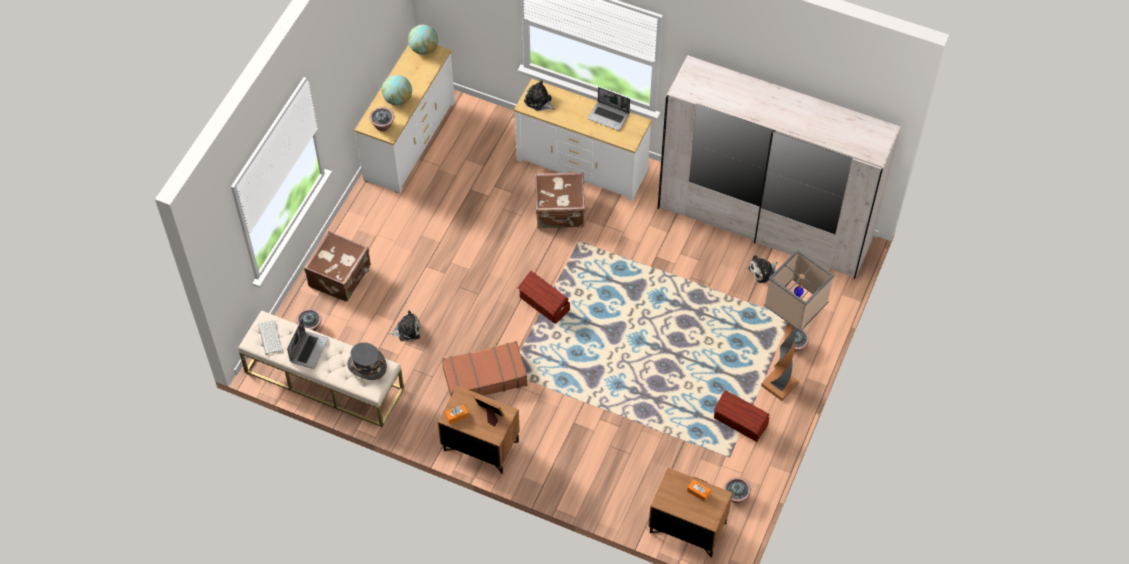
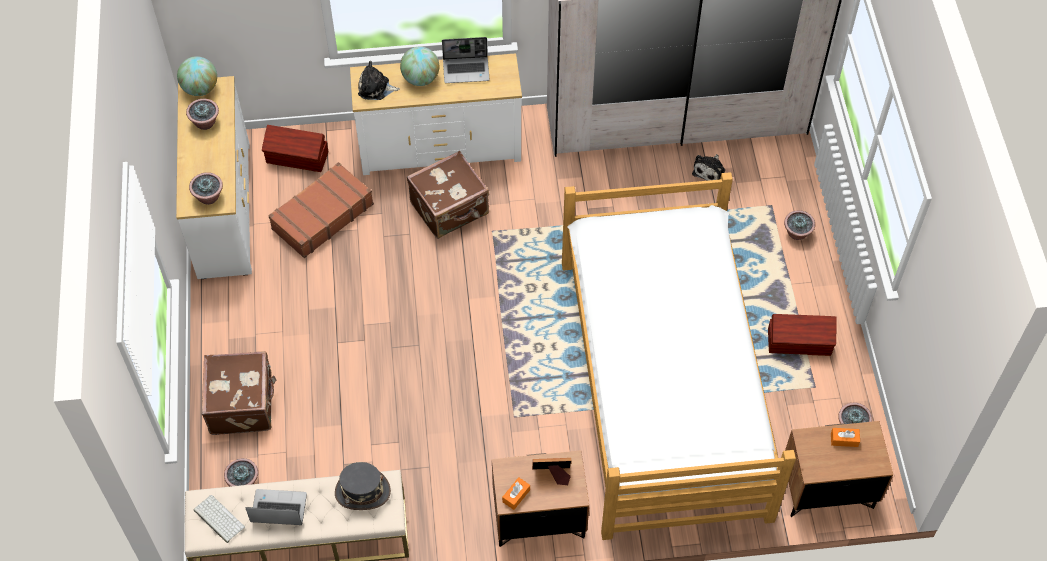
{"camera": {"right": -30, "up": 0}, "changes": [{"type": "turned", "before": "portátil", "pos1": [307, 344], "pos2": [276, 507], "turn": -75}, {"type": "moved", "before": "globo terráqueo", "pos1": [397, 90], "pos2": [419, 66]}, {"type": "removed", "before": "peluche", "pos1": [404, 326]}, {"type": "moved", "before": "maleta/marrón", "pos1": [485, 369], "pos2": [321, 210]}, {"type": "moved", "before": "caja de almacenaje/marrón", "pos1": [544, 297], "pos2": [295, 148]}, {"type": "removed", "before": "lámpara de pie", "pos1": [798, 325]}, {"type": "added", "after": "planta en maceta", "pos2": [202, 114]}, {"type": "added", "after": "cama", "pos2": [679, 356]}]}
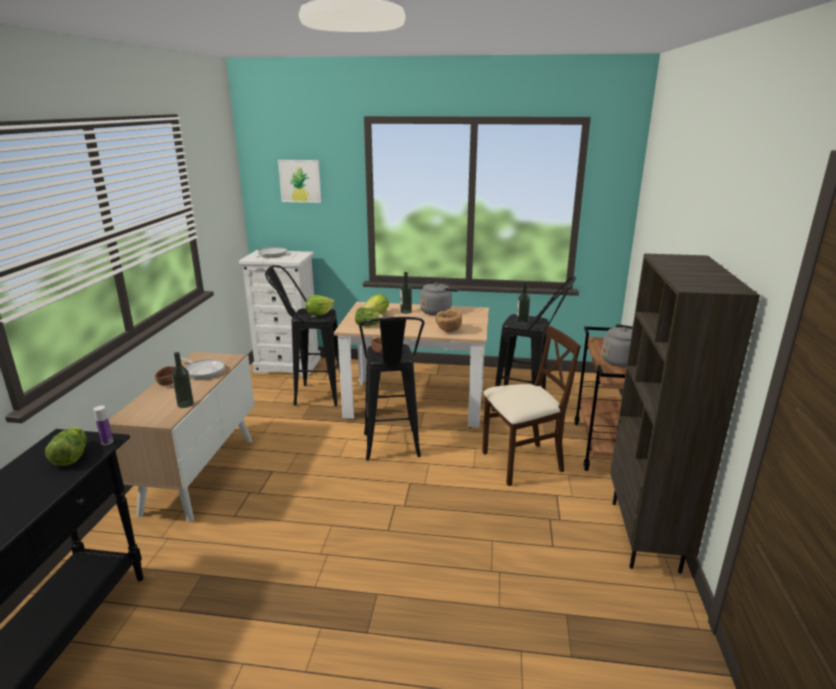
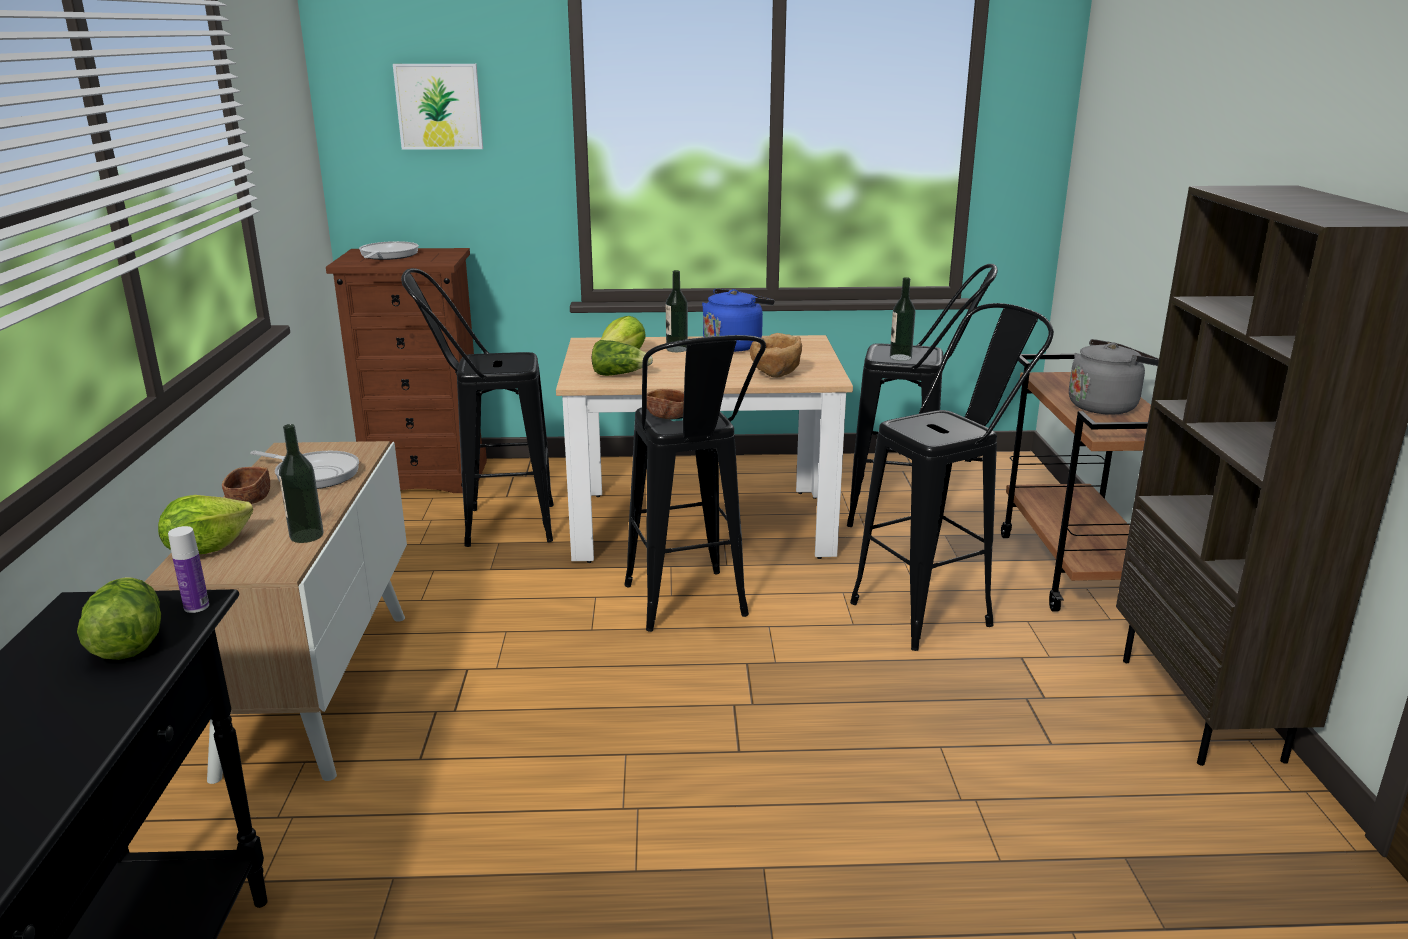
{"camera": {"right": -10, "up": 0}, "changes": [{"type": "recoloured", "before": "cómoda/blanco", "after": "cómoda/marrón", "pos1": [280, 313], "pos2": [406, 370]}, {"type": "moved", "before": "lechuga", "pos1": [320, 305], "pos2": [205, 524]}, {"type": "recoloured", "before": "hervidor/gris", "after": "hervidor/azul", "pos1": [439, 298], "pos2": [738, 320]}, {"type": "replaced", "before": "silla/beis", "after": "taburete/negro", "pos1": [531, 405], "pos2": [952, 477]}]}
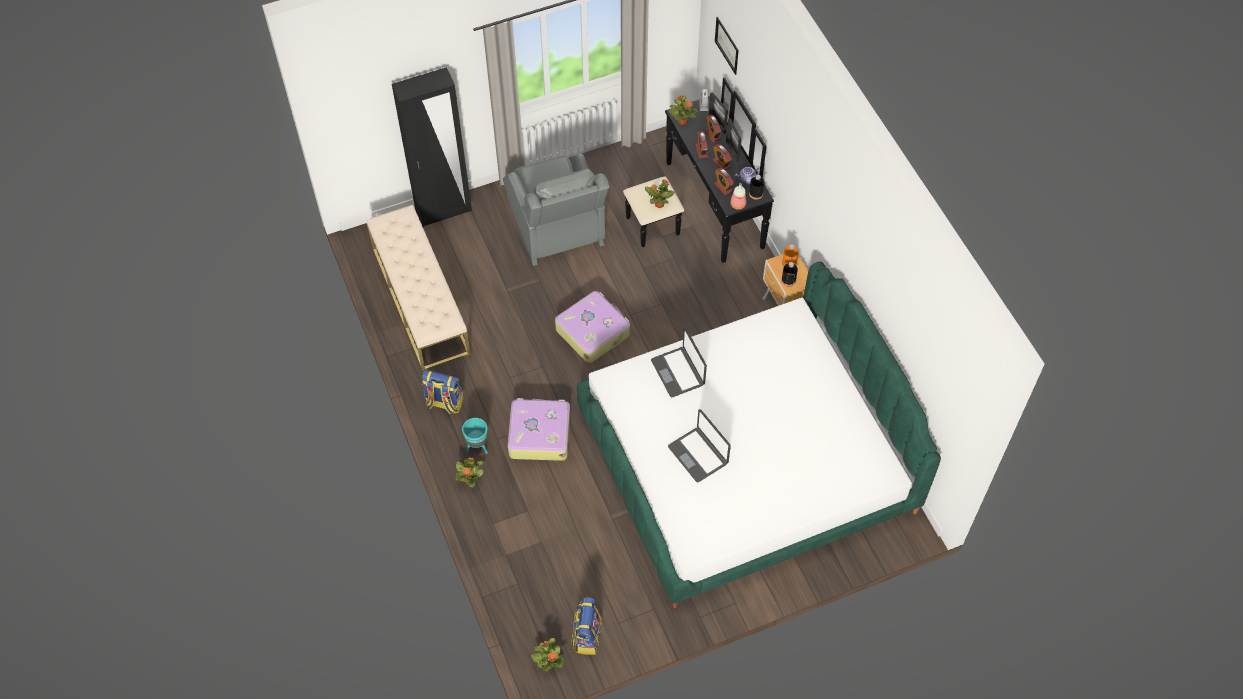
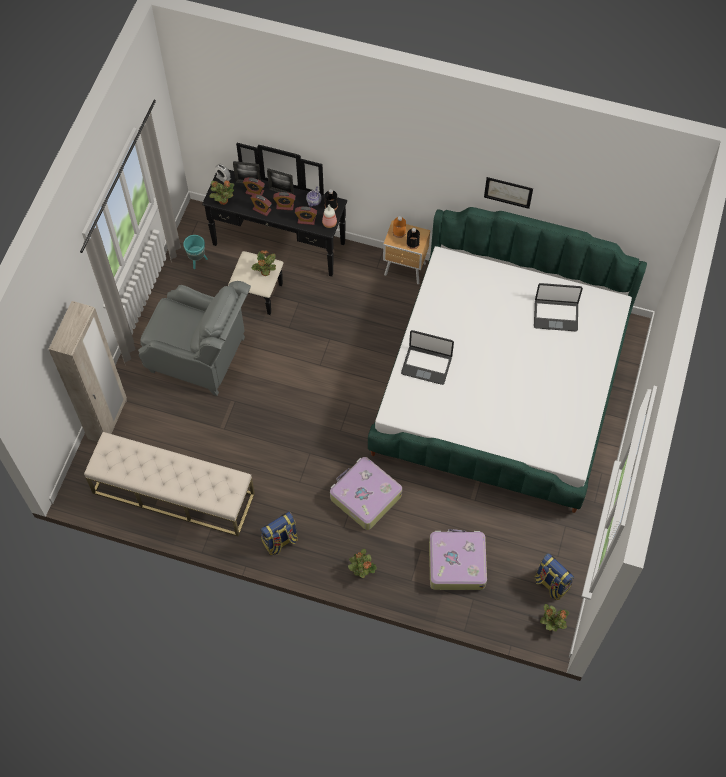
{"camera": {"right": -50, "up": 5}, "changes": [{"type": "recoloured", "before": "armario ropero/negro", "after": "armario ropero/beis", "pos1": [432, 147], "pos2": [88, 371]}, {"type": "moved", "before": "maceta/turquesa", "pos1": [475, 436], "pos2": [195, 252]}, {"type": "moved", "before": "maleta", "pos1": [592, 327], "pos2": [458, 559]}, {"type": "moved", "before": "portátil", "pos1": [699, 446], "pos2": [558, 307]}, {"type": "moved", "before": "cuadro", "pos1": [727, 46], "pos2": [508, 193]}]}
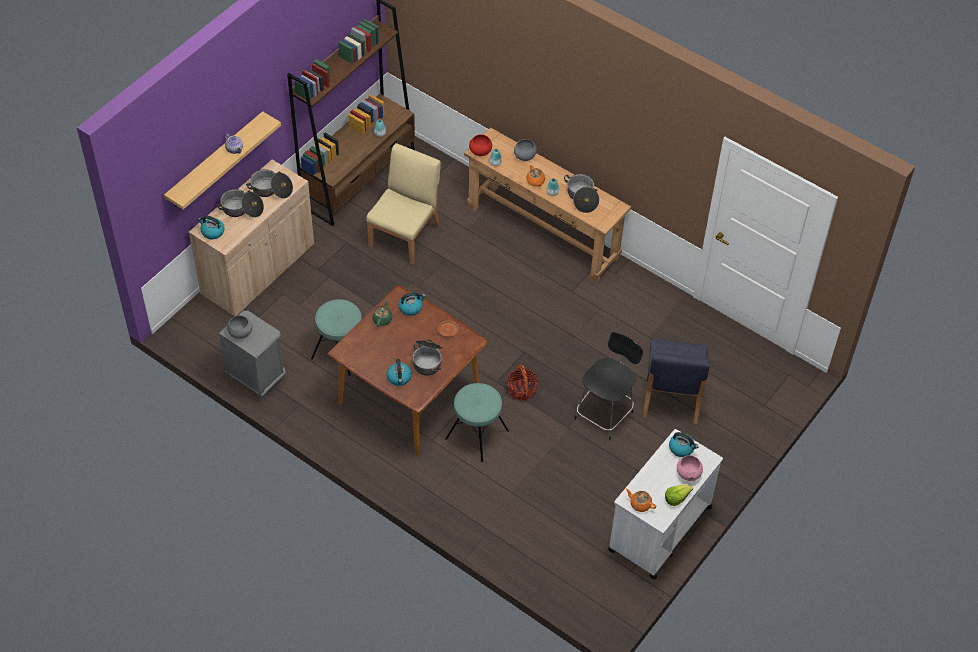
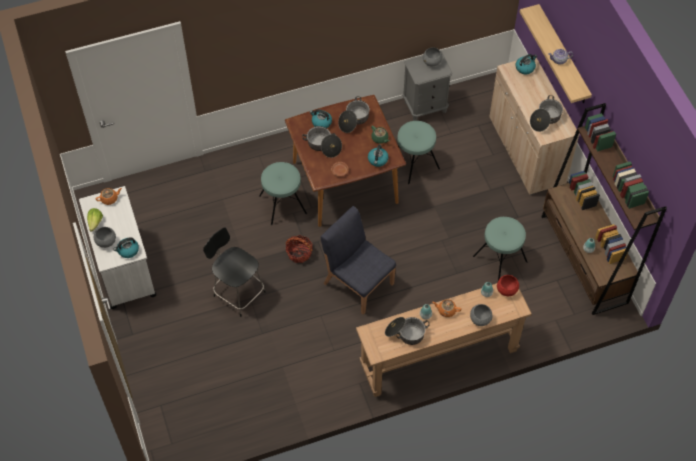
{"camera": {"right": 125, "up": 5}, "changes": [{"type": "moved", "before": "olla", "pos1": [240, 203], "pos2": [354, 114]}, {"type": "replaced", "before": "silla/beis", "after": "taburete/turquesa", "pos1": [403, 204], "pos2": [500, 248]}, {"type": "turned", "before": "silla/negro", "pos1": [609, 386], "pos2": [234, 272], "turn": 150}, {"type": "moved", "before": "silla/azul", "pos1": [676, 381], "pos2": [358, 260]}, {"type": "recoloured", "before": "cuenco/rosa", "after": "cuenco/gris", "pos1": [690, 468], "pos2": [105, 237]}]}
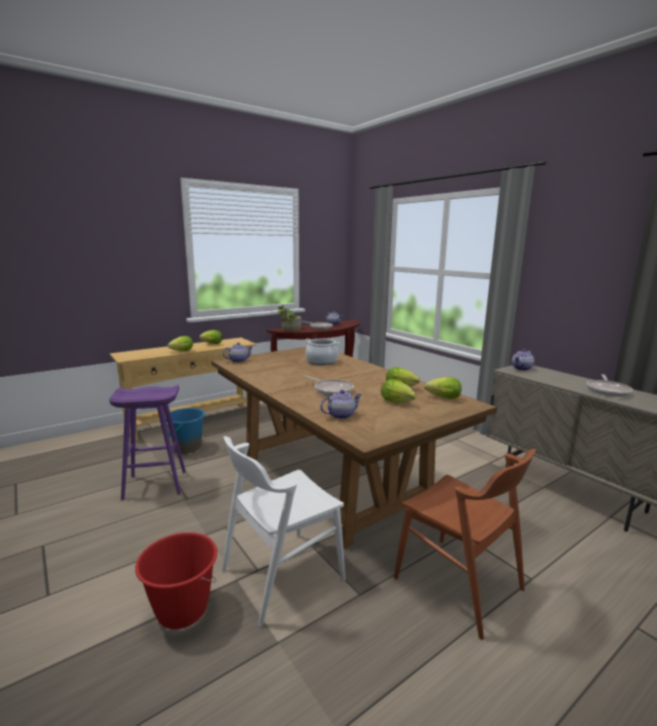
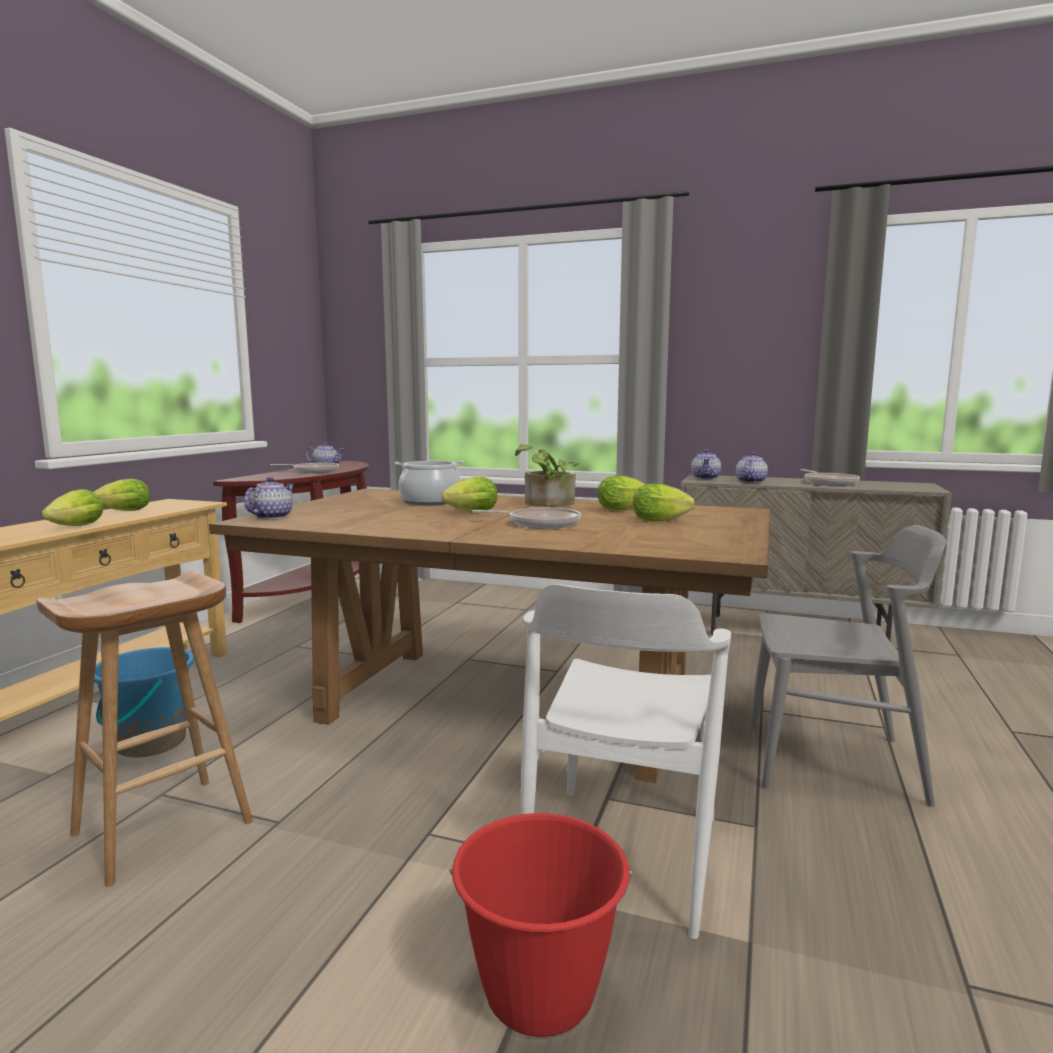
{"camera": {"right": -35, "up": -5}, "changes": [{"type": "recoloured", "before": "taburete/morado", "after": "taburete/marrón", "pos1": [147, 442], "pos2": [144, 729]}, {"type": "moved", "before": "planta en maceta", "pos1": [289, 318], "pos2": [547, 475]}, {"type": "moved", "before": "tetera", "pos1": [341, 404], "pos2": [752, 467]}, {"type": "recoloured", "before": "silla/marrón", "after": "silla/gris", "pos1": [465, 544], "pos2": [848, 666]}, {"type": "moved", "before": "lechuga", "pos1": [443, 388], "pos2": [469, 494]}]}
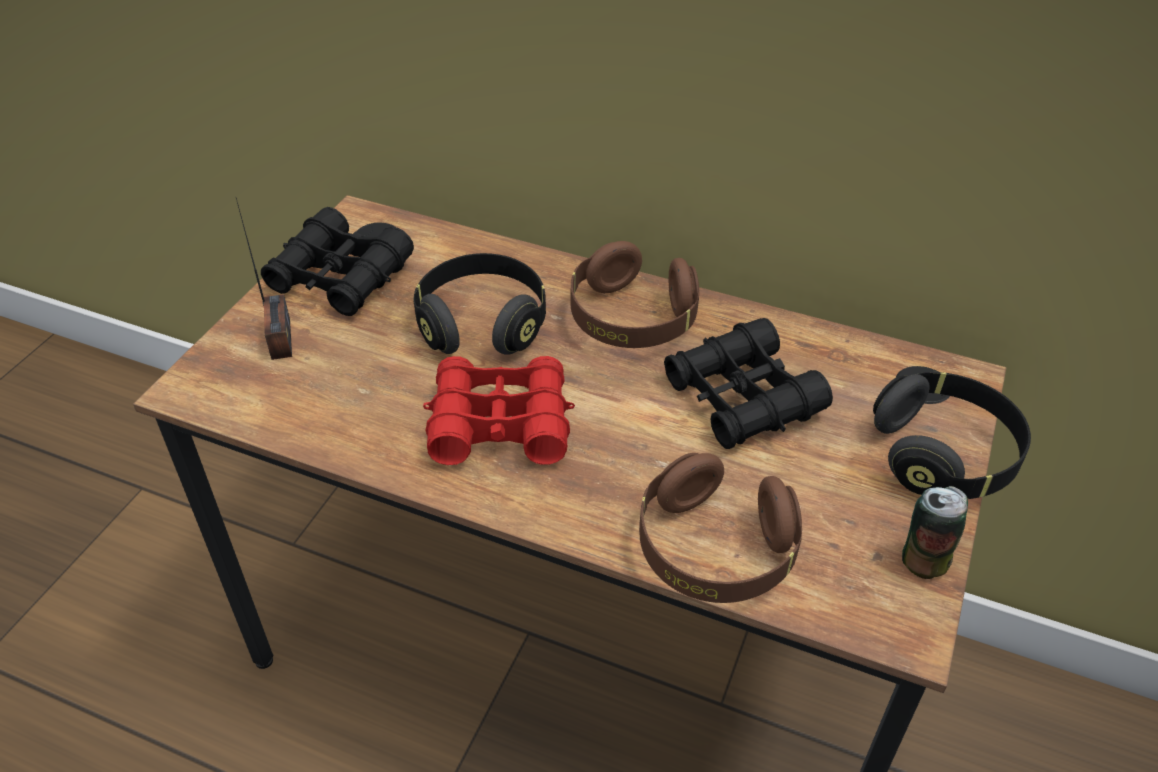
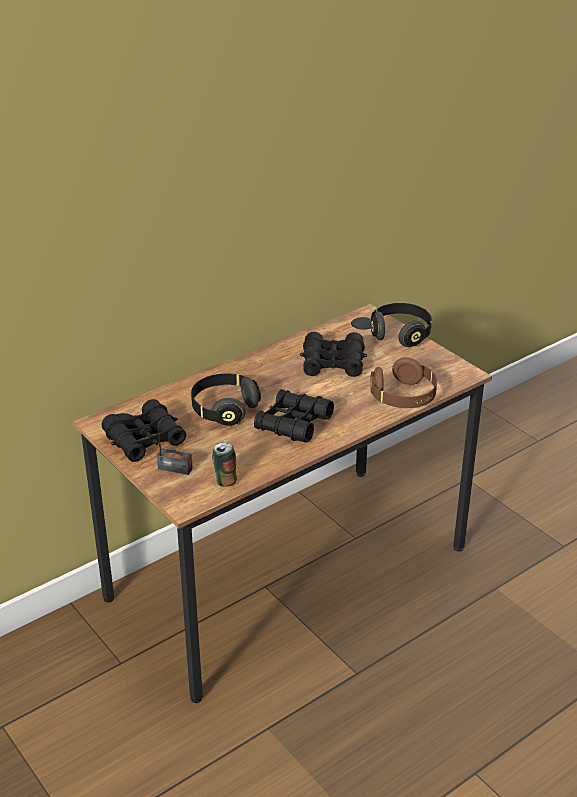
{"camera": {"right": -60, "up": -10}, "changes": [{"type": "recoloured", "before": "prismáticos/rojo", "after": "prismáticos/negro", "pos1": [499, 410], "pos2": [294, 415]}, {"type": "removed", "before": "auriculares/marrón", "pos1": [634, 294]}, {"type": "moved", "before": "lata", "pos1": [935, 532], "pos2": [224, 464]}]}
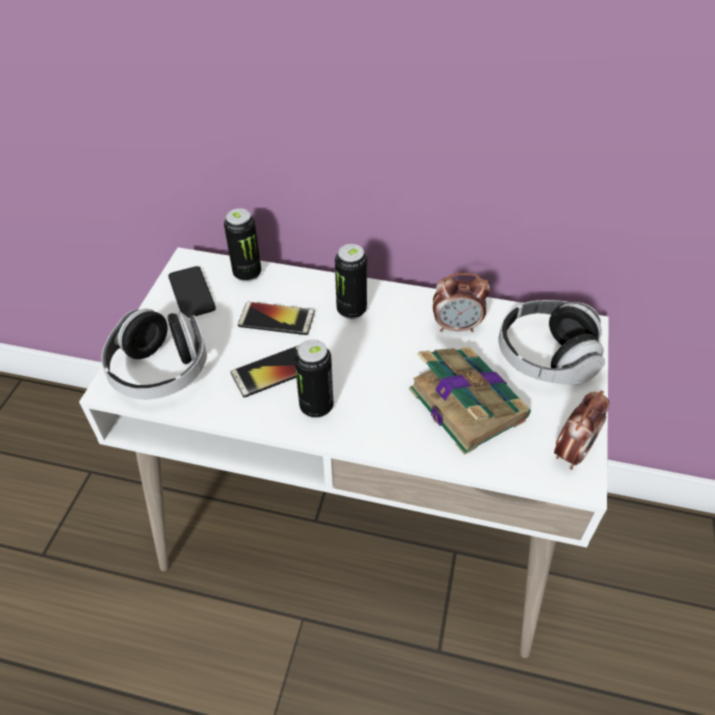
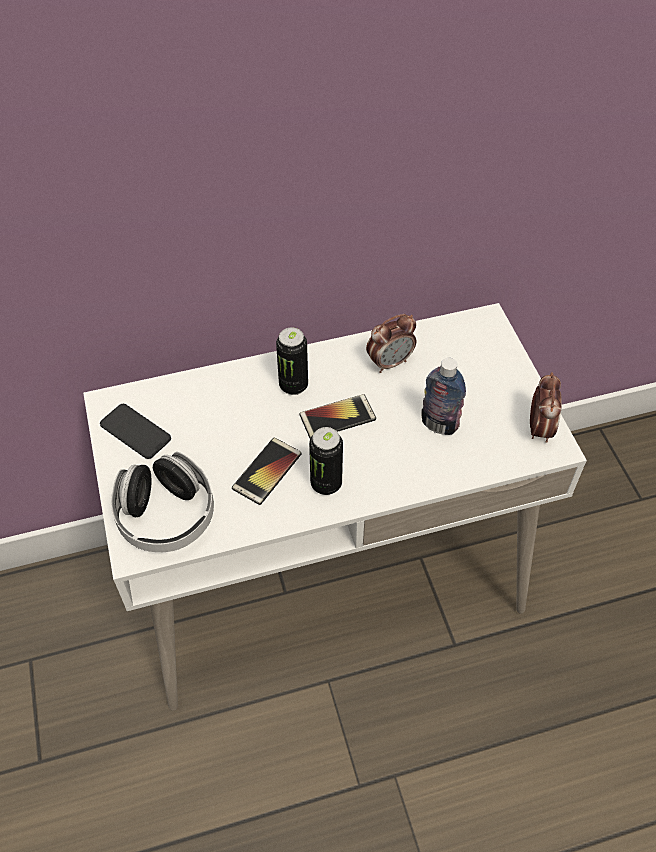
{"camera": {"right": -30, "up": 5}, "changes": [{"type": "removed", "before": "lata", "pos1": [242, 245]}, {"type": "moved", "before": "móvil", "pos1": [276, 318], "pos2": [338, 416]}, {"type": "replaced", "before": "libro", "after": "botella", "pos1": [470, 401], "pos2": [443, 396]}, {"type": "removed", "before": "auriculares", "pos1": [551, 342]}]}
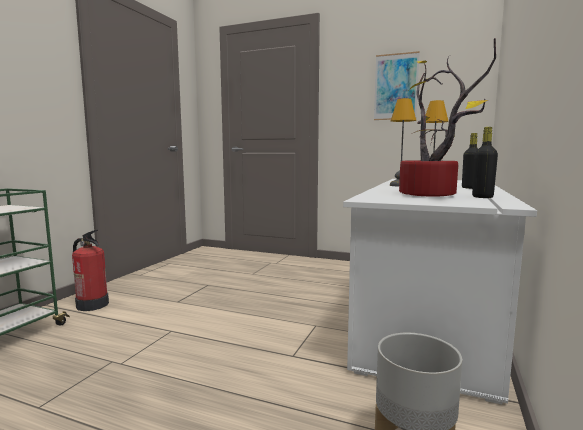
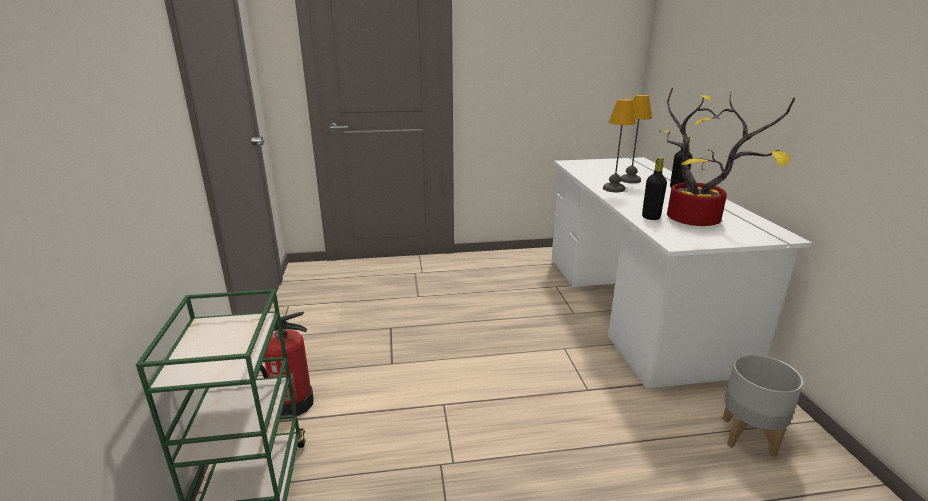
{"camera": {"right": -30, "up": 15}, "changes": [{"type": "removed", "before": "cuadro", "pos1": [397, 85]}, {"type": "moved", "before": "botella/negro", "pos1": [485, 162], "pos2": [654, 188]}]}
